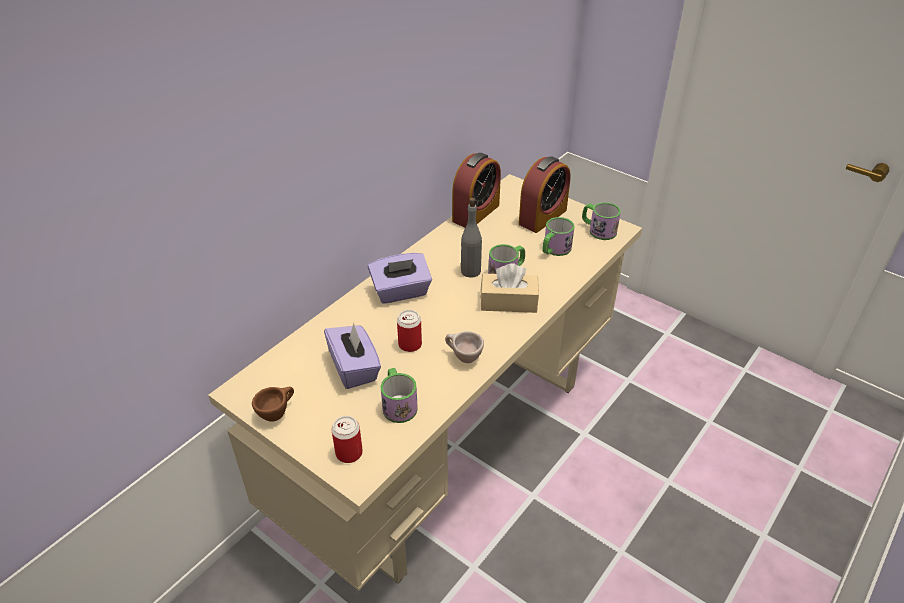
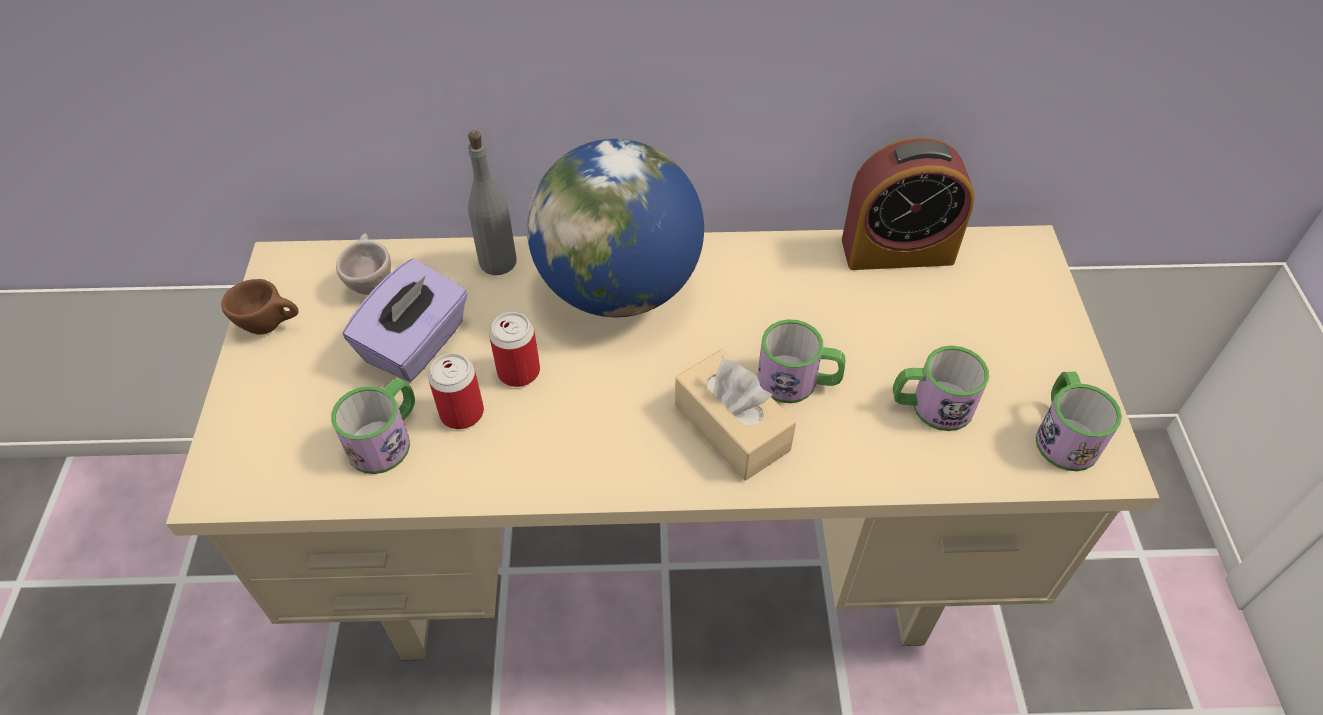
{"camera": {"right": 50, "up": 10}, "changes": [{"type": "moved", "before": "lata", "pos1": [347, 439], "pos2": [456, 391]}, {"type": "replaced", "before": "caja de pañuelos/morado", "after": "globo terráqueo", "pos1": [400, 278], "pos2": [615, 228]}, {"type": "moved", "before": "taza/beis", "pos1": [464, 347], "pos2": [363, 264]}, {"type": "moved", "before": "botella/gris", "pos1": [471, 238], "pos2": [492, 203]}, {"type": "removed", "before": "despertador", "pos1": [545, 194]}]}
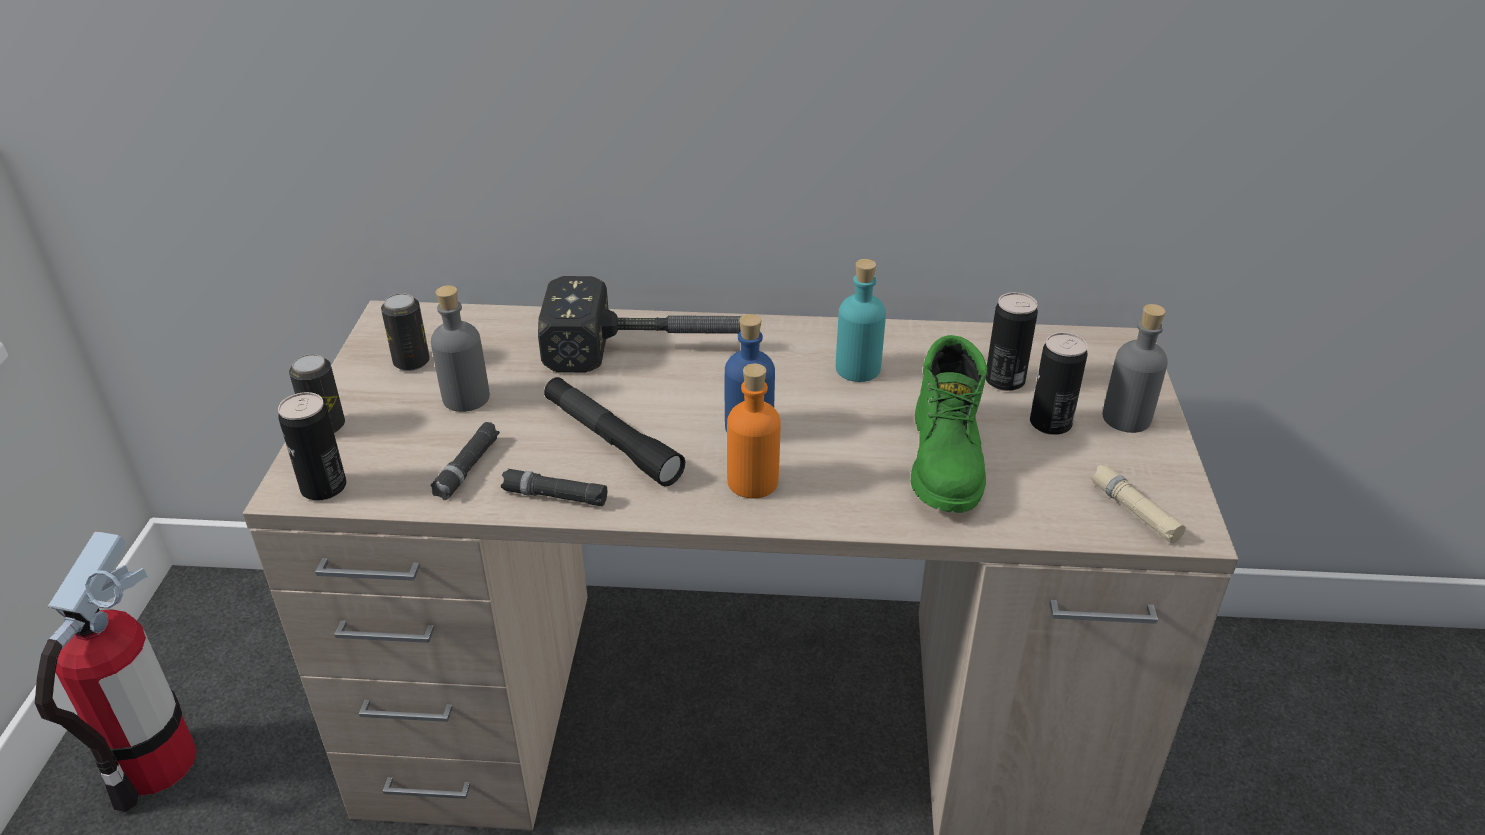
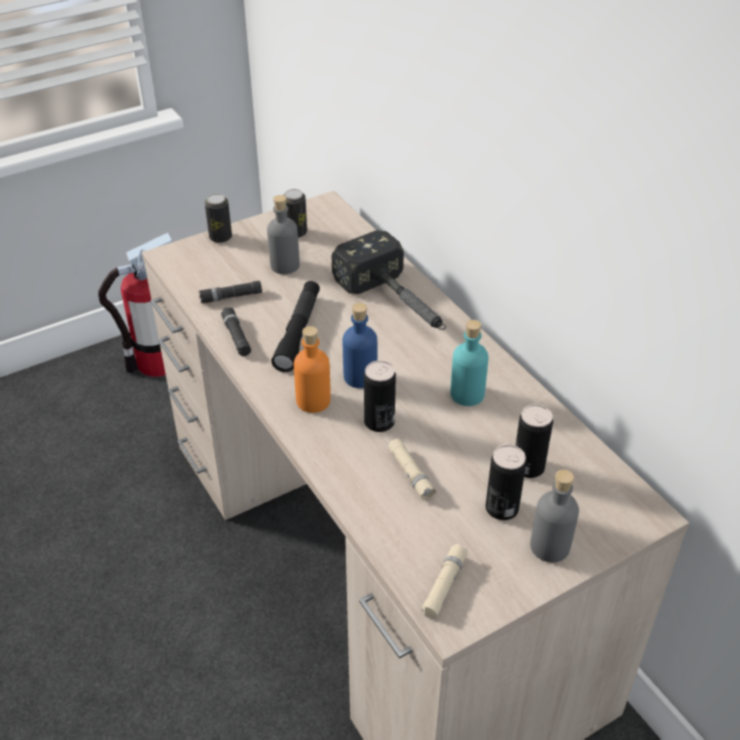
{"camera": {"right": 55, "up": 5}, "changes": [{"type": "moved", "before": "lata", "pos1": [312, 446], "pos2": [380, 396]}, {"type": "replaced", "before": "bota/verde", "after": "linterna/beis", "pos1": [949, 424], "pos2": [412, 469]}]}
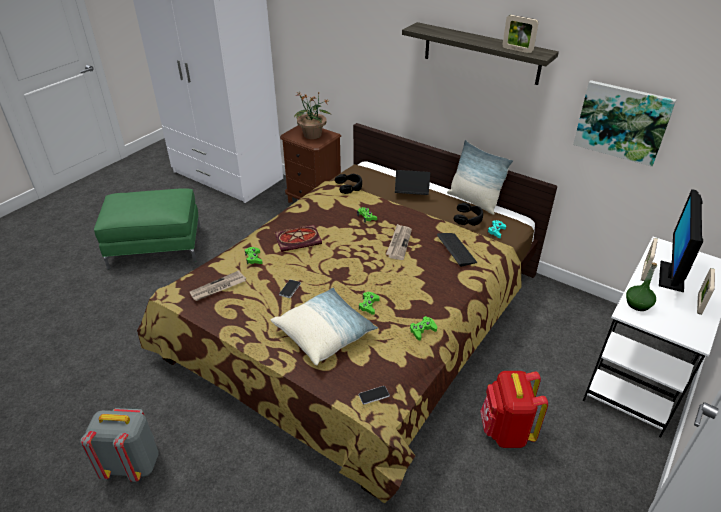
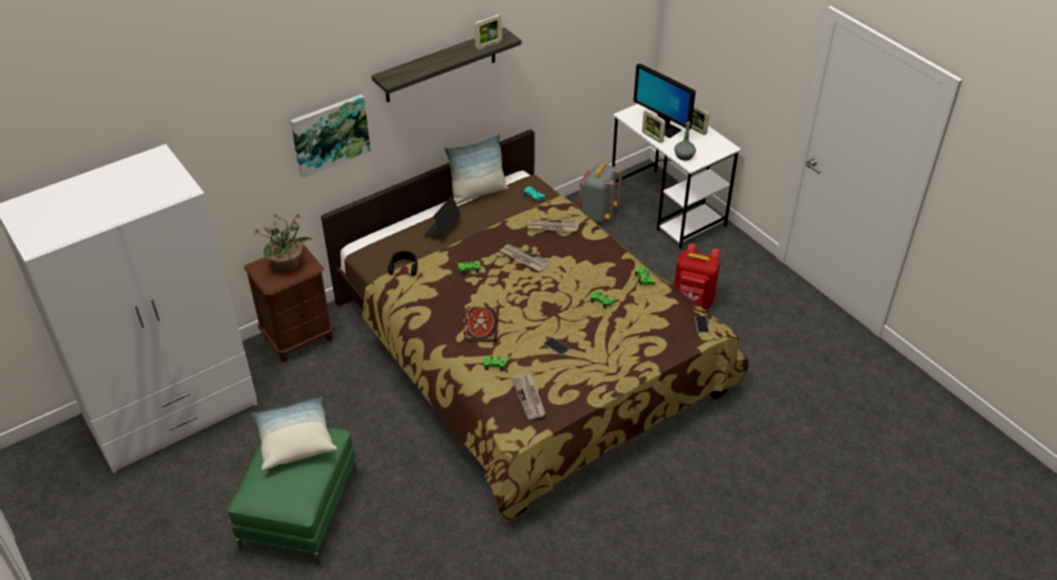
{"camera": {"right": -70, "up": 5}, "changes": [{"type": "moved", "before": "mochila/gris", "pos1": [119, 445], "pos2": [600, 193]}, {"type": "moved", "before": "cojín", "pos1": [324, 326], "pos2": [294, 433]}, {"type": "replaced", "before": "teclado", "after": "periódico", "pos1": [457, 250], "pos2": [553, 225]}, {"type": "removed", "before": "auriculares/negro", "pos1": [468, 214]}, {"type": "moved", "before": "cuadro", "pos1": [625, 123], "pos2": [330, 136]}, {"type": "recoloured", "before": "botella/verde", "after": "botella/gris", "pos1": [641, 287], "pos2": [685, 140]}]}
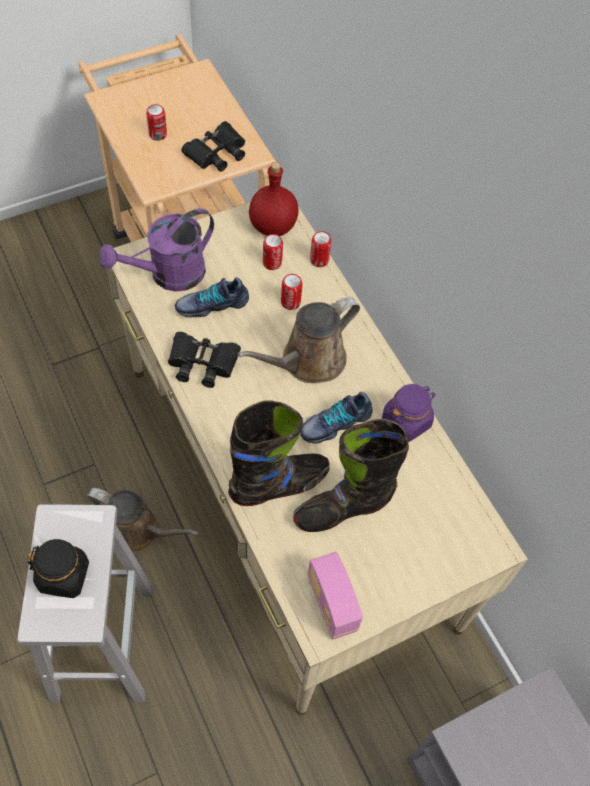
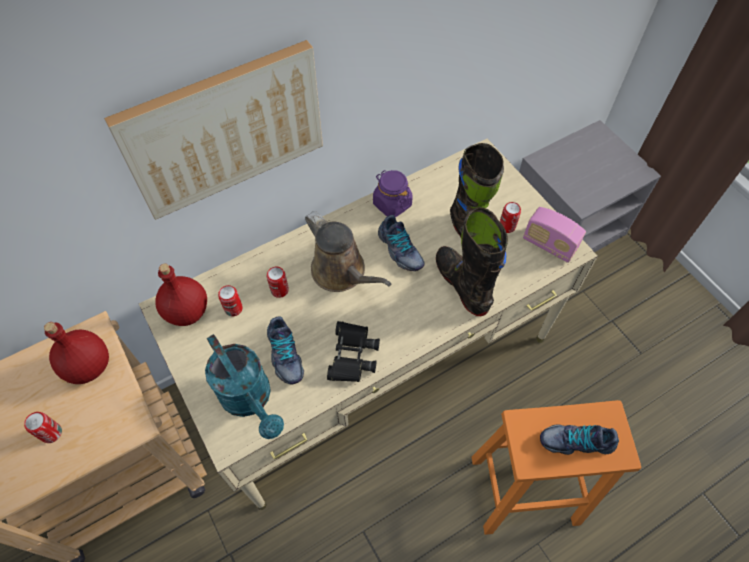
{"camera": {"right": -90, "up": 0}, "changes": [{"type": "recoloured", "before": "taburete/blanco", "after": "taburete/naranja", "pos1": [85, 603], "pos2": [556, 467]}, {"type": "replaced", "before": "tarro/negro", "after": "zapato", "pos1": [58, 568], "pos2": [579, 439]}, {"type": "removed", "before": "regadera/marrón", "pos1": [142, 521]}, {"type": "recoloured", "before": "regadera/morado", "after": "regadera/turquesa", "pos1": [156, 250], "pos2": [244, 386]}, {"type": "replaced", "before": "prismáticos/negro", "after": "botella/rojo", "pos1": [213, 146], "pos2": [76, 353]}, {"type": "turned", "before": "radio", "pos1": [335, 596], "pos2": [554, 235], "turn": 60}, {"type": "moved", "before": "lata", "pos1": [320, 249], "pos2": [510, 217]}, {"type": "added", "after": "cuadro", "pos2": [213, 130]}]}
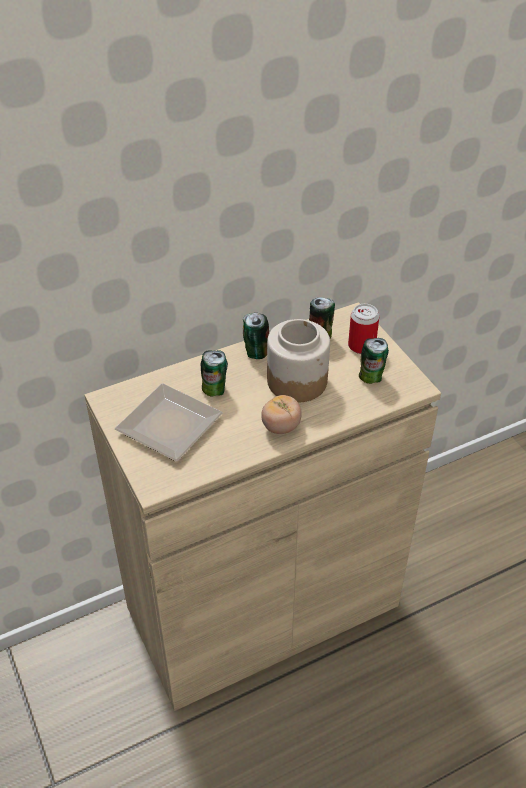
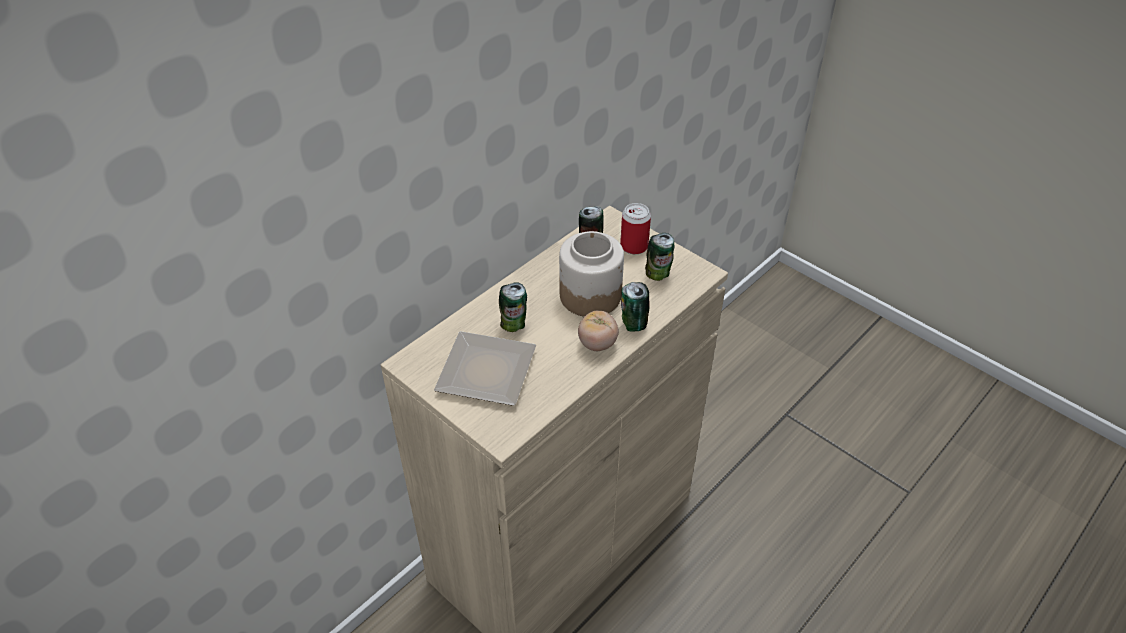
{"camera": {"right": -20, "up": 0}, "changes": [{"type": "moved", "before": "lata", "pos1": [256, 335], "pos2": [635, 306]}]}
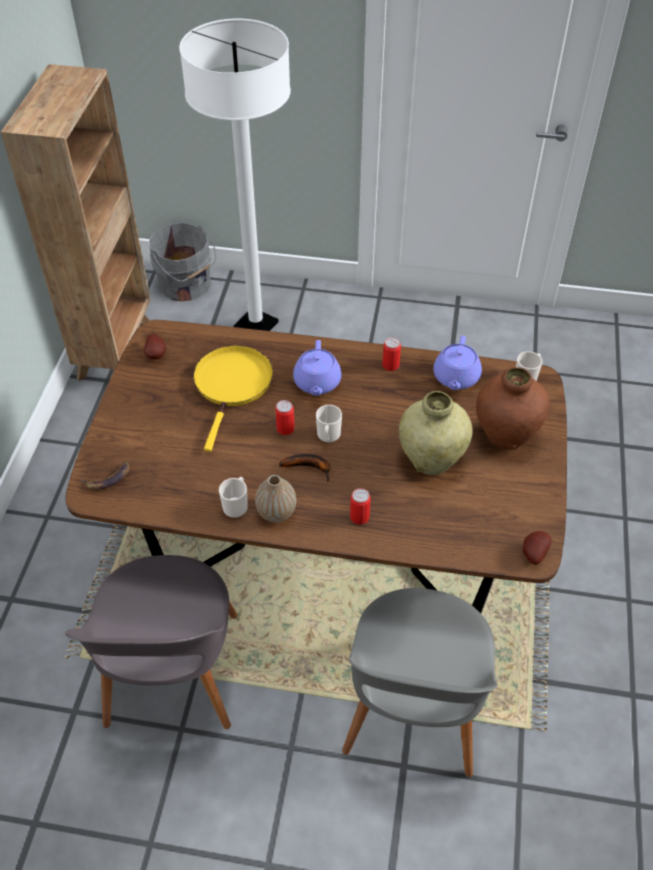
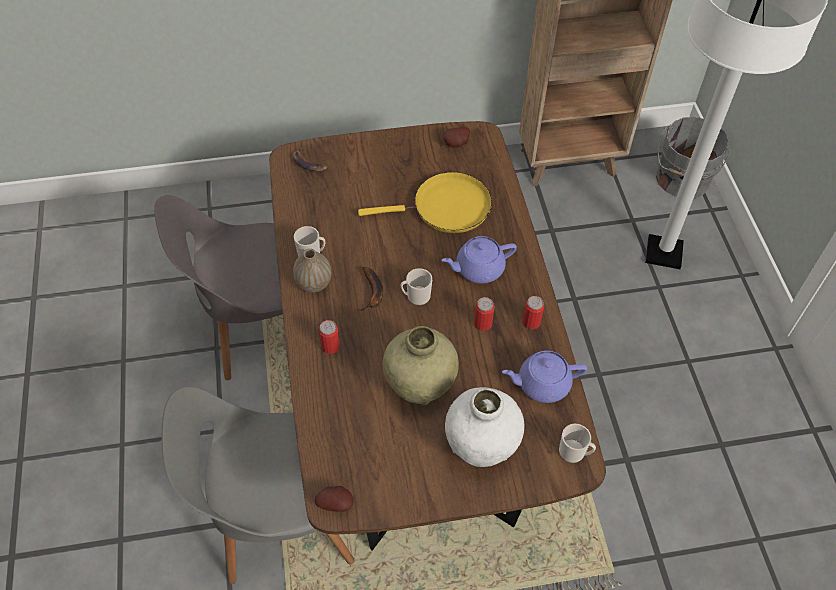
{"camera": {"right": 70, "up": 5}, "changes": [{"type": "moved", "before": "lata", "pos1": [285, 417], "pos2": [484, 314]}, {"type": "recoloured", "before": "florero/marrón", "after": "florero/blanco", "pos1": [512, 408], "pos2": [484, 427]}]}
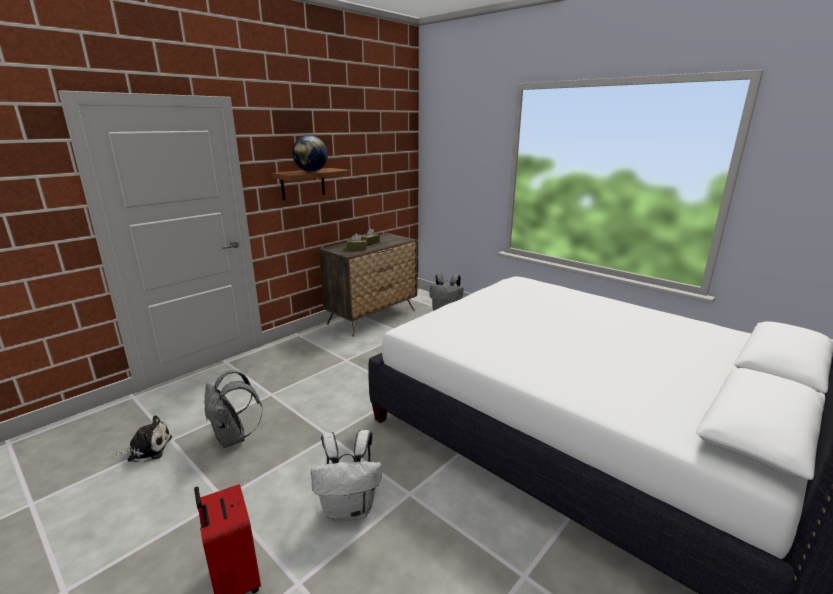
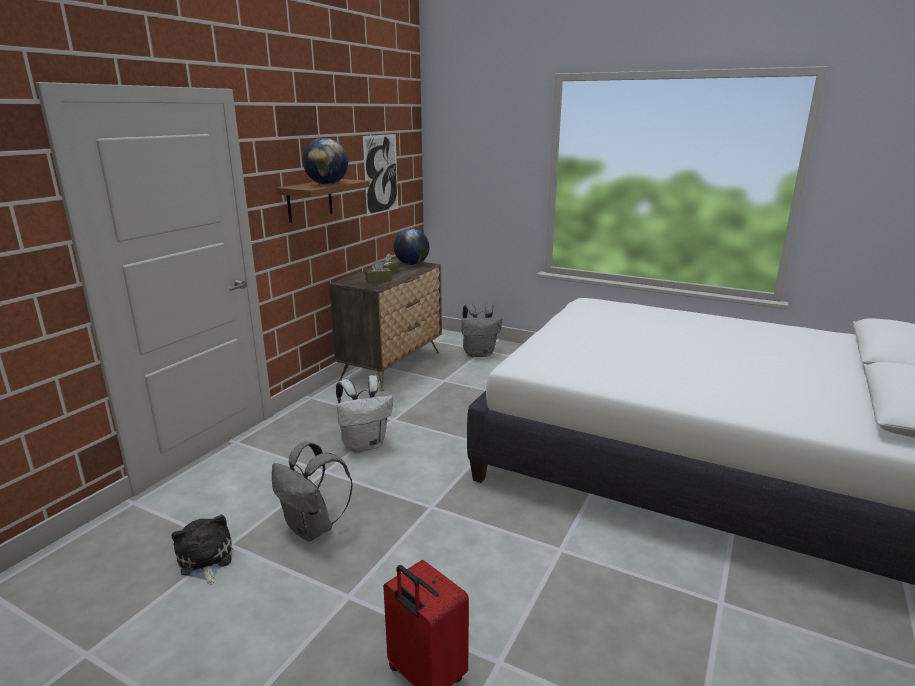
{"camera": {"right": -15, "up": 0}, "changes": [{"type": "turned", "before": "peluche", "pos1": [143, 438], "pos2": [202, 550], "turn": -90}, {"type": "moved", "before": "mochila/blanco", "pos1": [346, 475], "pos2": [364, 414]}, {"type": "added", "after": "cuadro", "pos2": [380, 175]}, {"type": "added", "after": "globo terráqueo", "pos2": [412, 246]}]}
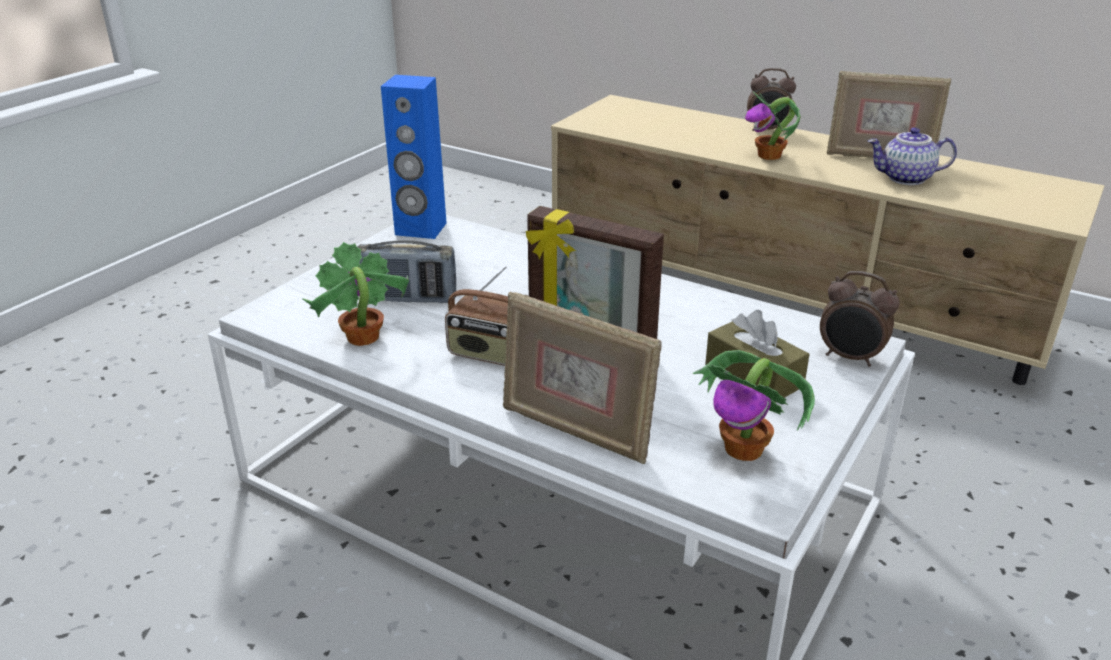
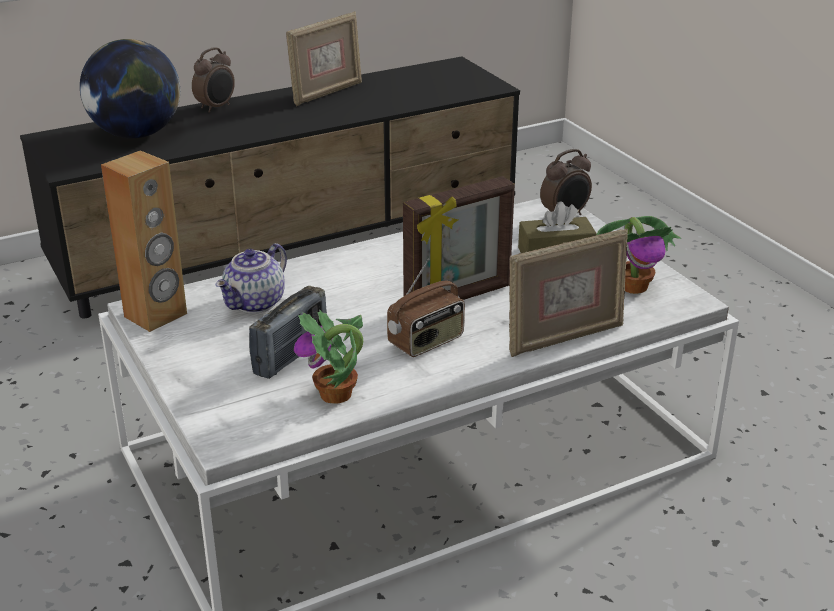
{"camera": {"right": -60, "up": 0}, "changes": [{"type": "recoloured", "before": "altavoz/azul", "after": "altavoz/marrón", "pos1": [414, 157], "pos2": [144, 241]}, {"type": "recoloured", "before": "mueble de televisión/beis", "after": "mueble de televisión/negro", "pos1": [828, 240], "pos2": [270, 187]}, {"type": "removed", "before": "planta en maceta", "pos1": [773, 125]}, {"type": "moved", "before": "tetera", "pos1": [912, 156], "pos2": [251, 278]}, {"type": "added", "after": "globo terráqueo", "pos2": [130, 88]}]}
